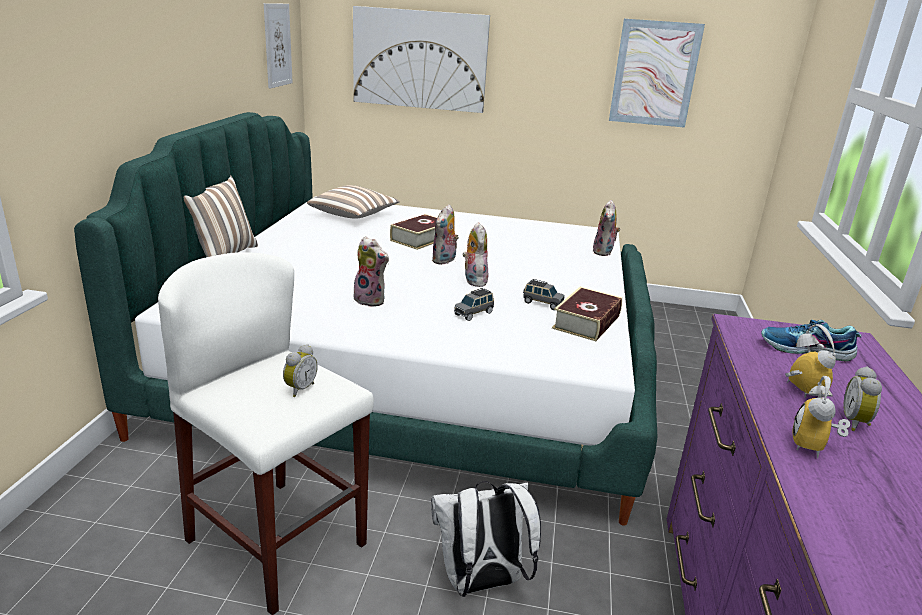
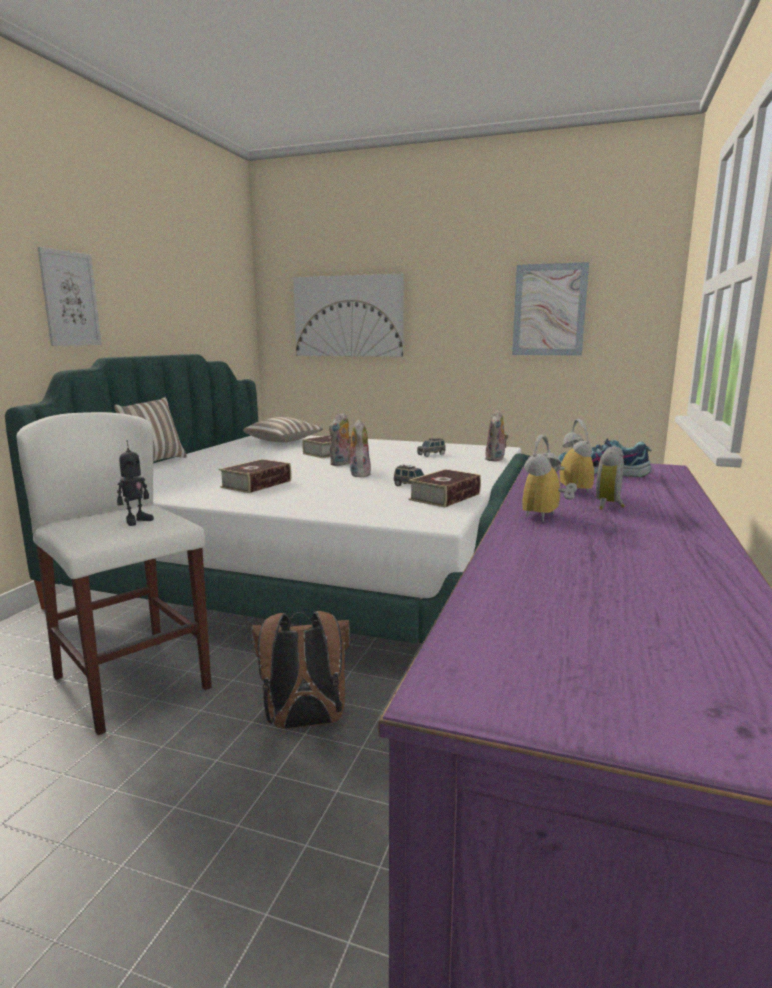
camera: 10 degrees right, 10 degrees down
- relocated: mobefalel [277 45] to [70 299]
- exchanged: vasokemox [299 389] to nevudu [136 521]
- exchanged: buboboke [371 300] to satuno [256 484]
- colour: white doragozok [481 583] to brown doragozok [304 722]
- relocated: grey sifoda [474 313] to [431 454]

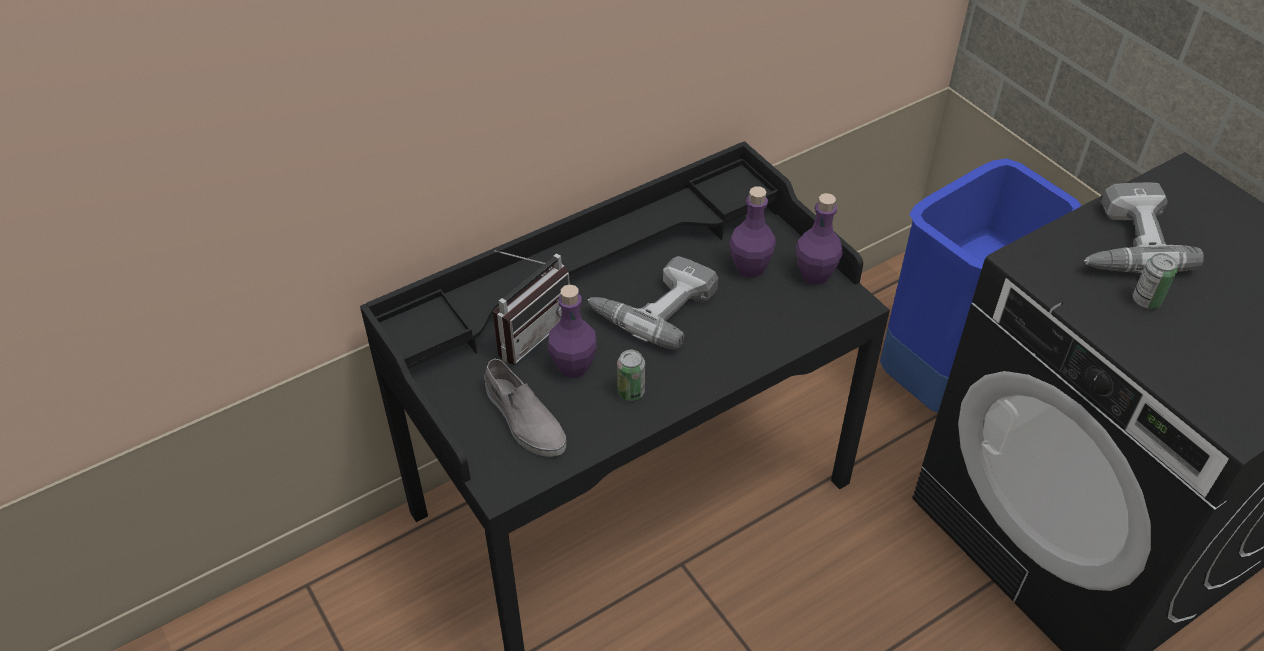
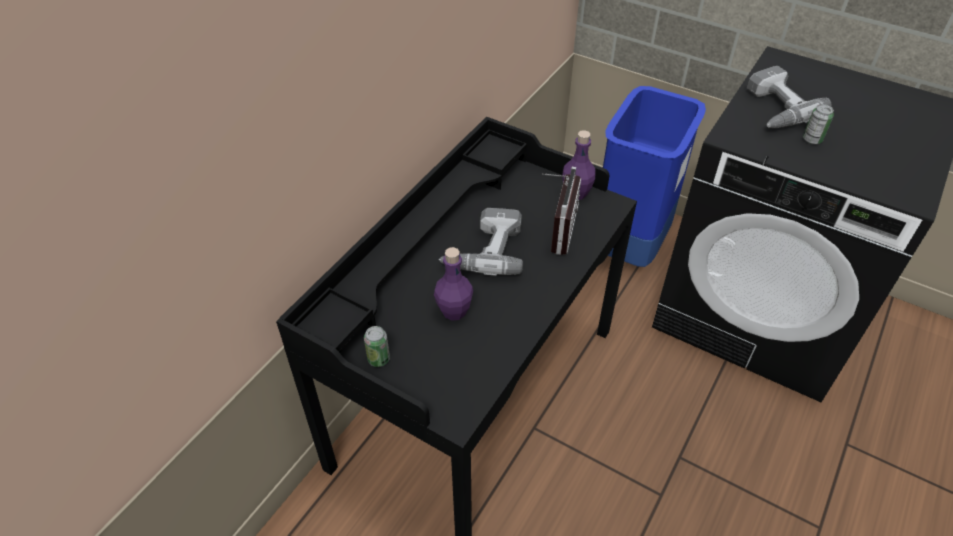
camera: 25 degrees left, 0 degrees up
- relocated: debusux [631 392] to [378 359]
- relocated: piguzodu [528 331] to [555 230]
- missing: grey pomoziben [524 419]
- missing: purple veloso [750 268]

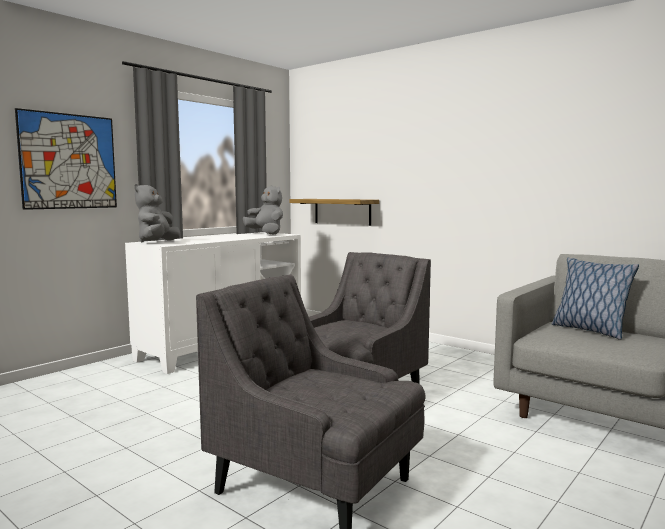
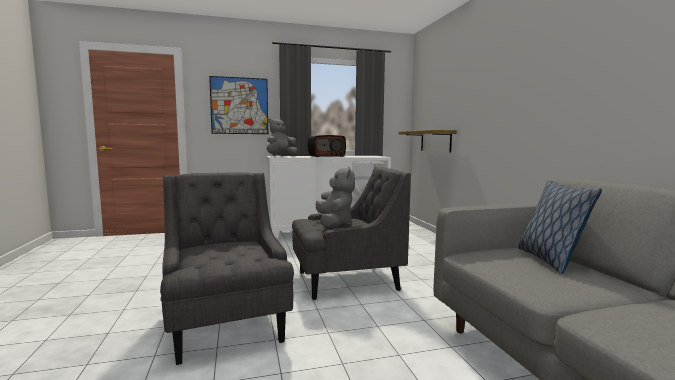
camera: 35 degrees right, 0 degrees up
- appeared: piguzodu [326 156]
- relocated: grey buboboke [266 234] to [334 224]

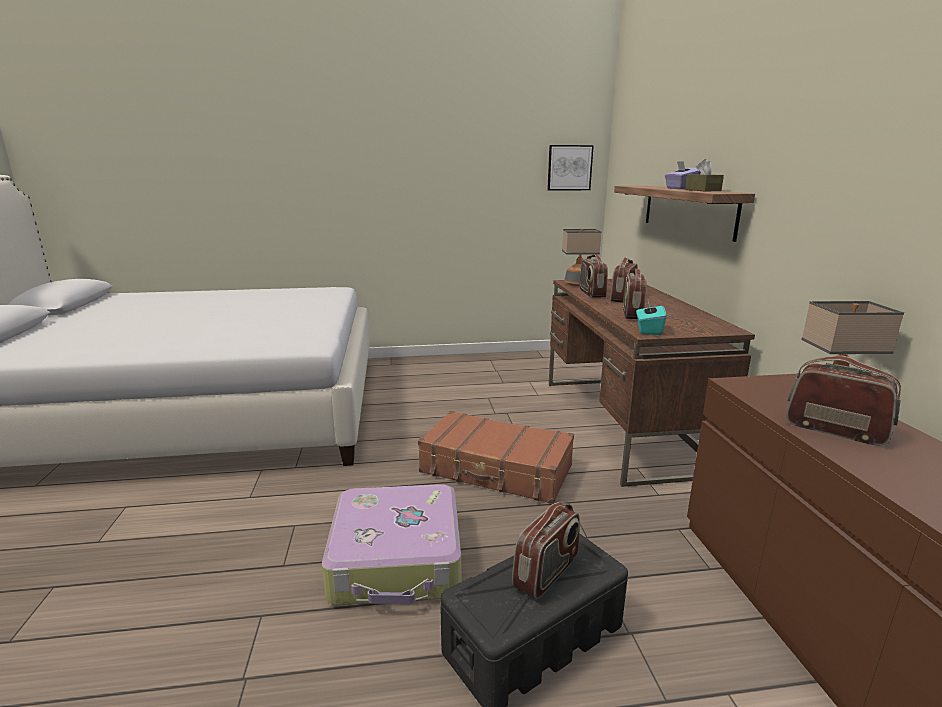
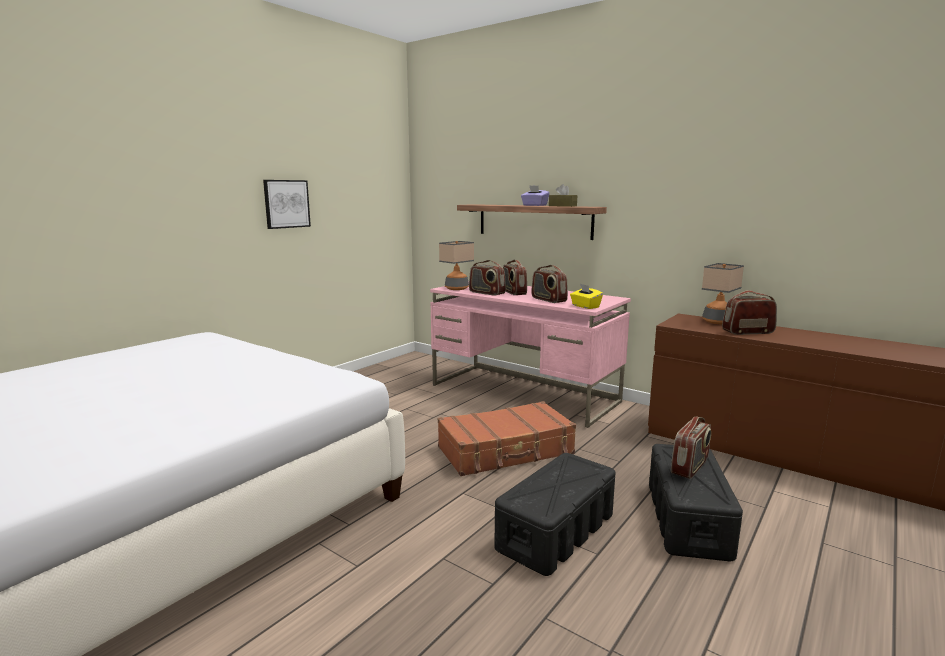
camera: 45 degrees left, 5 degrees down
- relocated: mobefalel [569 168] to [286 204]
- colour: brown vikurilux [622 424] to pink vikurilux [524 393]
- exchanged: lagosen [398 560] to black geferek [556 531]
- colour: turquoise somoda [648 330] to yellow somoda [585 306]
- spun: piguzodu [547 573] = [690 467] 45 degrees clockwise

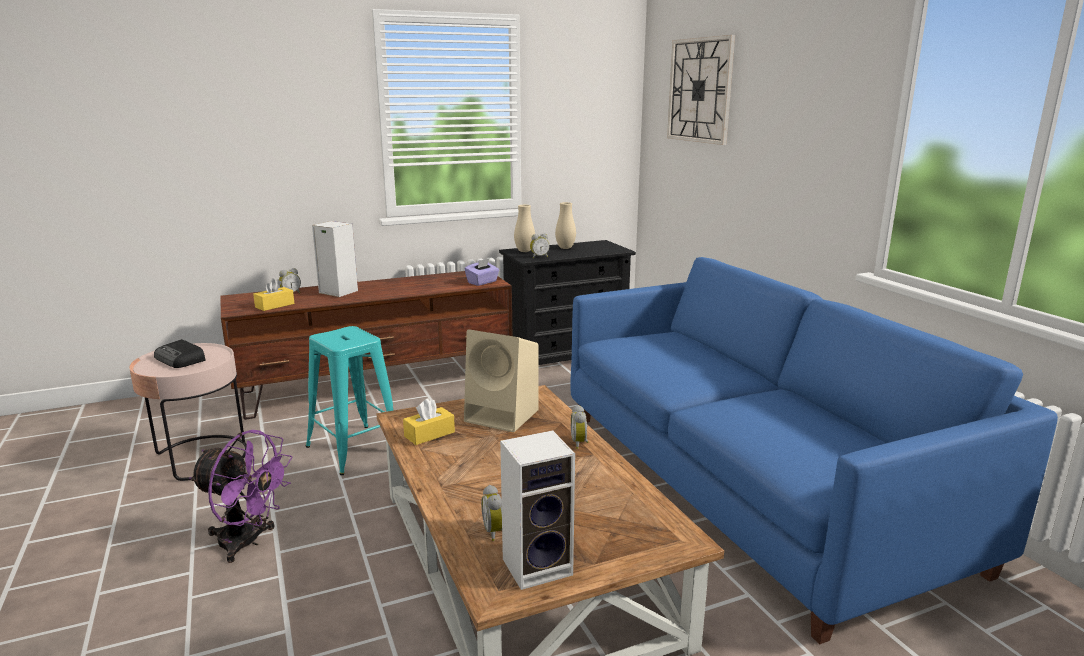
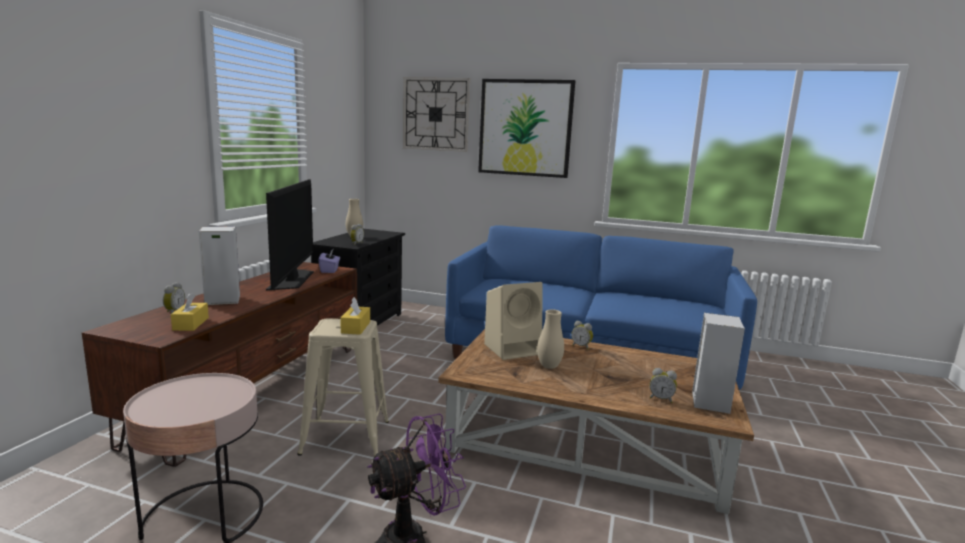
camera: 50 degrees left, 5 degrees down
- appeared: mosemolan [292 279]
- colour: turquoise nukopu [355 449] to beige nukopu [346 437]
- relocated: yellow somoda [429 434] to [355 327]
- appeared: mobefalel [525 128]
- relocated: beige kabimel [524 251] to [549 366]
- missing: piguzodu [180 359]

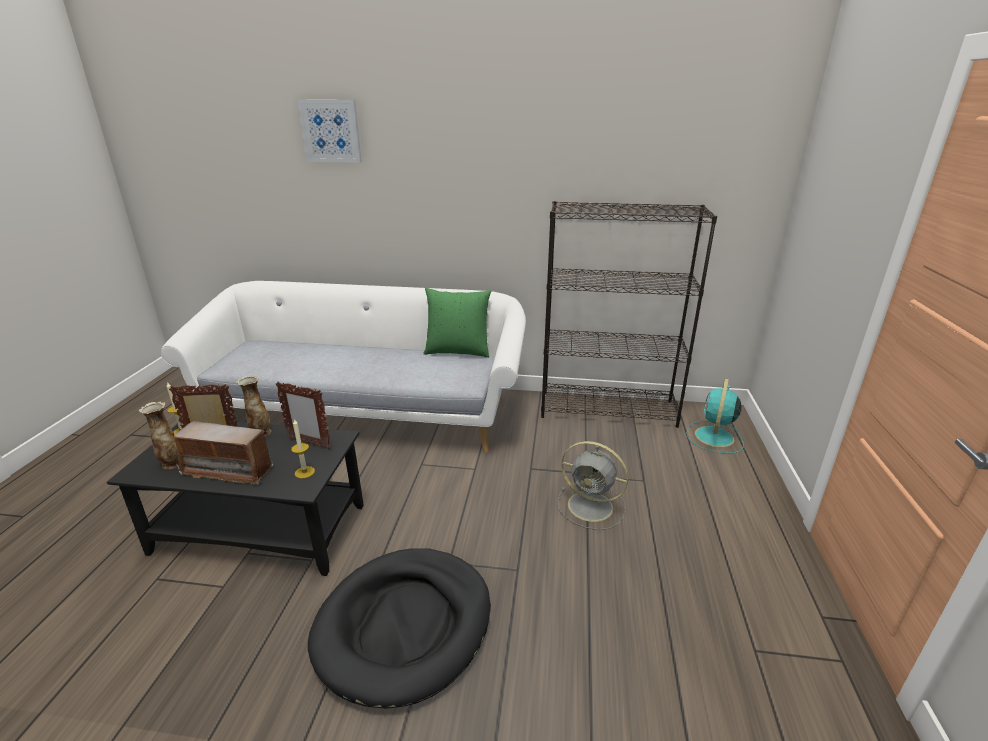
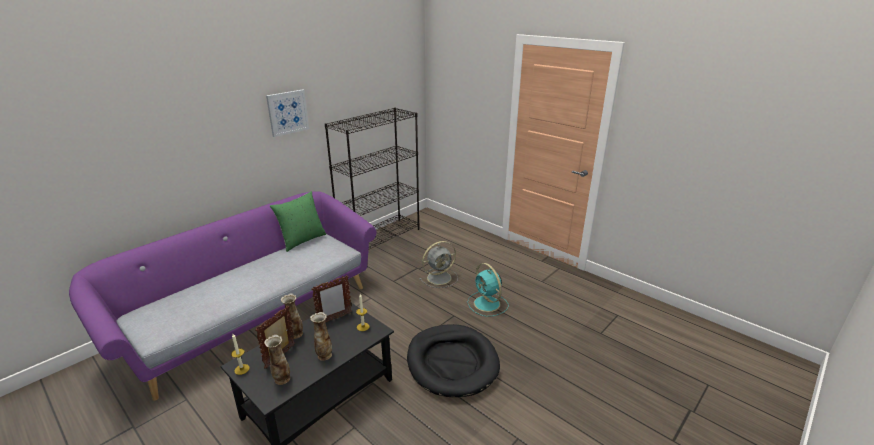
camera: 55 degrees left, 0 degrees up
- colour: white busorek [365 412] to purple busorek [253 316]
- relocated: mobefalel [331 131] to [287 112]
- exchanged: piguzodu [229 470] to kabimel [324 355]
- relocated: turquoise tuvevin [714 437] to [487 304]

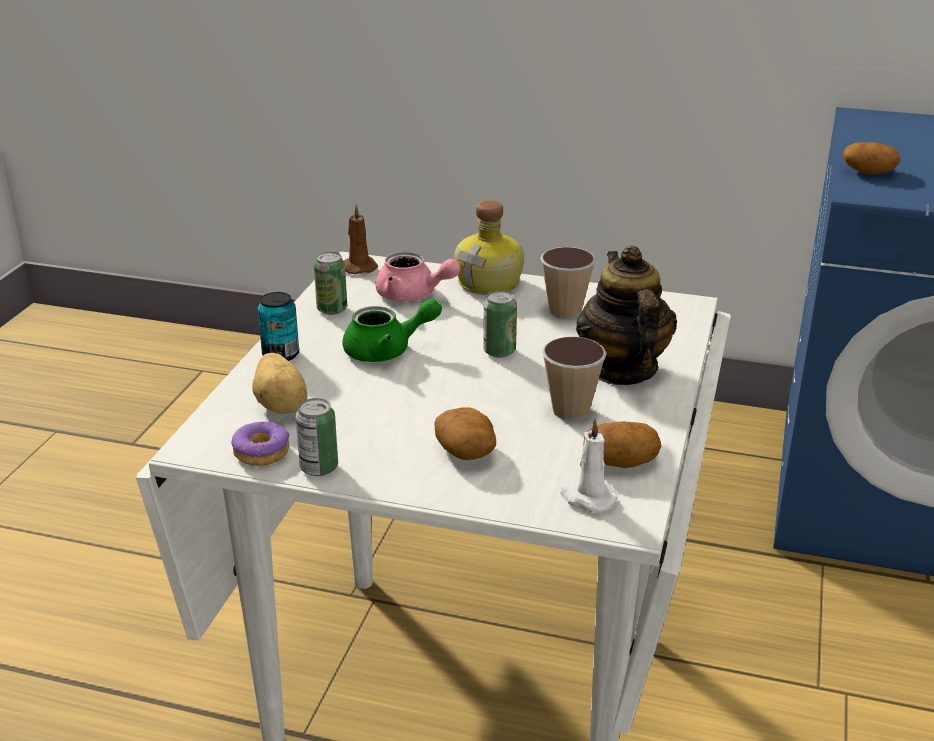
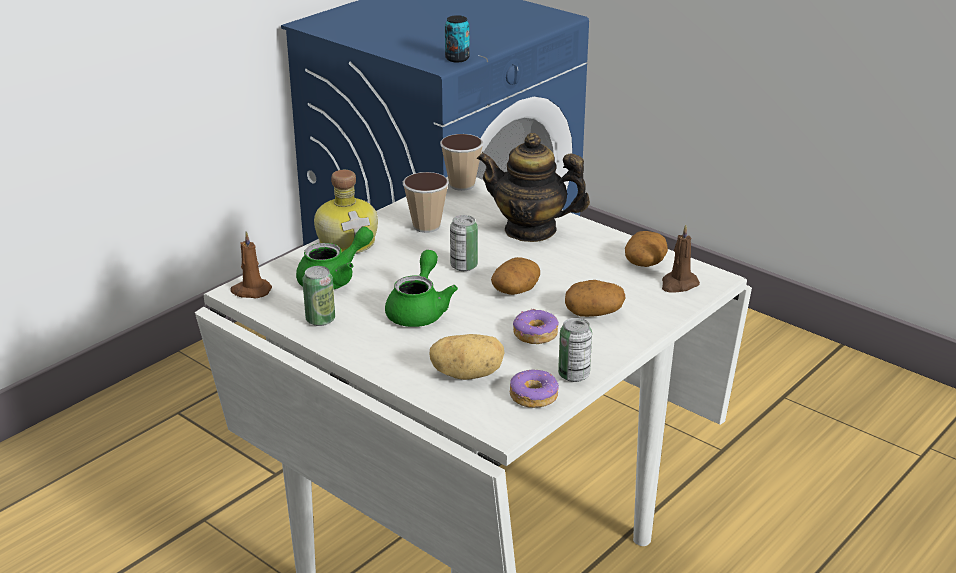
camera: 65 degrees left, 0 degrees up
- colour: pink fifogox [413 295] to green fifogox [334 279]
- relocated: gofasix [571 410] to [462 185]
- relocated: debusux [281 355] to [457 59]
- relocated: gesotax [868 172] to [515 290]
- appeared: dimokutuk [535 334]
- colour: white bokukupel [587 498] to brown bokukupel [678 284]

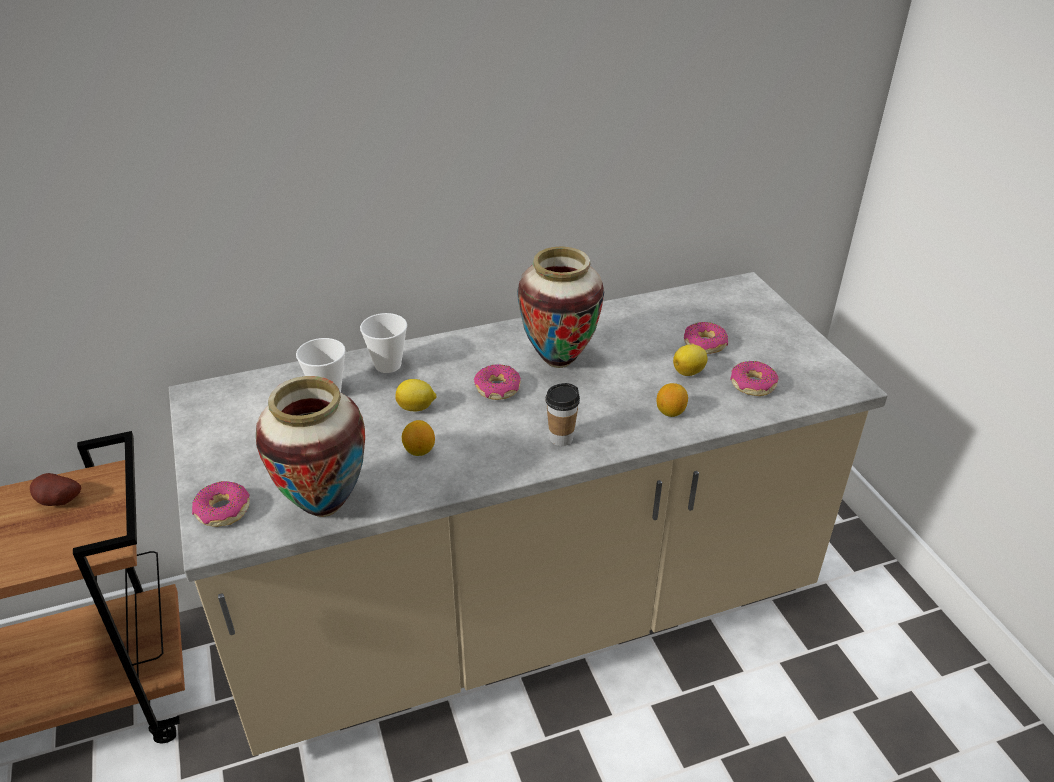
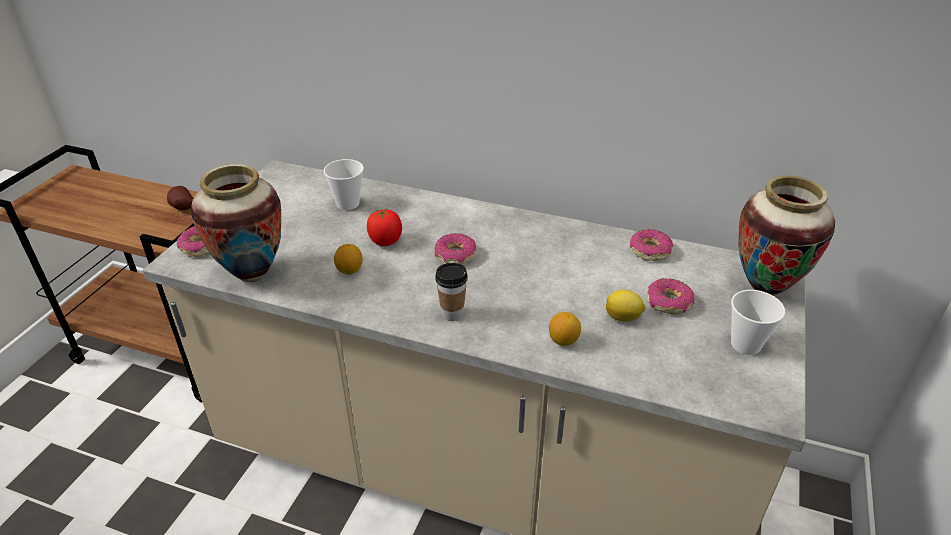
camera: 40 degrees right, 0 degrees up
- exchanged: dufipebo [416 408] to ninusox [386 241]
- relocated: dimokutuk [752 385] to [649 251]
- relocated: gofasix [388 365] to [745 344]
- relocated: kabimel [558 360] to [765 287]

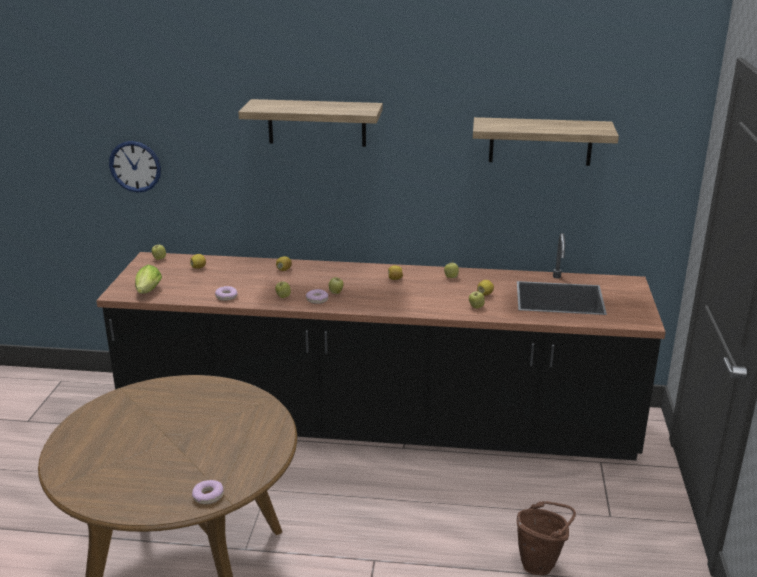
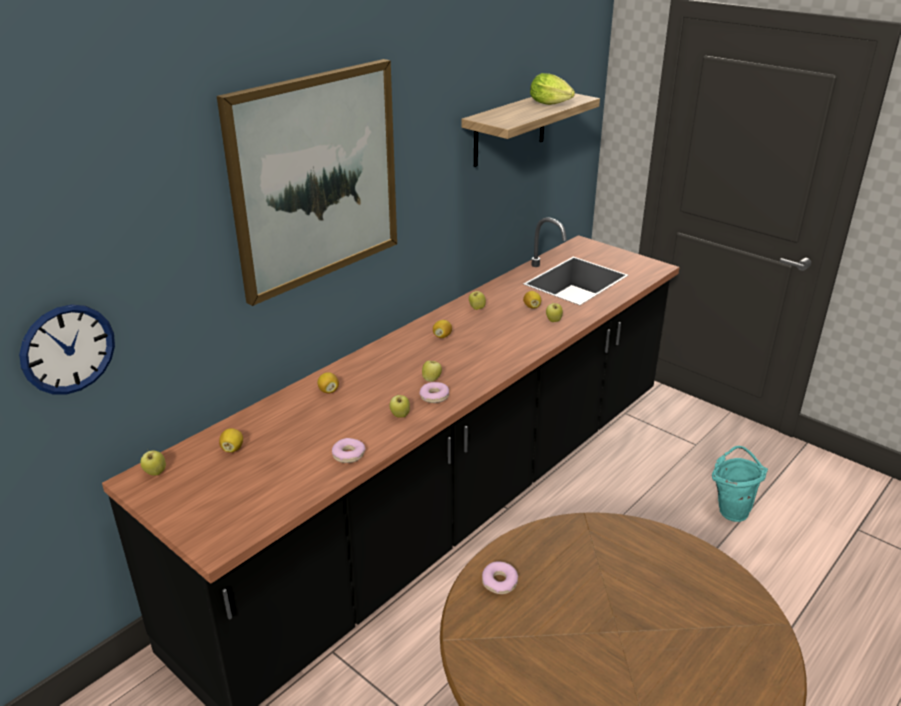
camera: 55 degrees left, 5 degrees up
- exchanged: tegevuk [316 123] to mobefalel [315 179]
- relocated: dimokutuk [208 496] to [499 582]
- relocated: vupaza [147 292] to [552 104]
- colour: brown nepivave [541 563] to turquoise nepivave [731 509]

